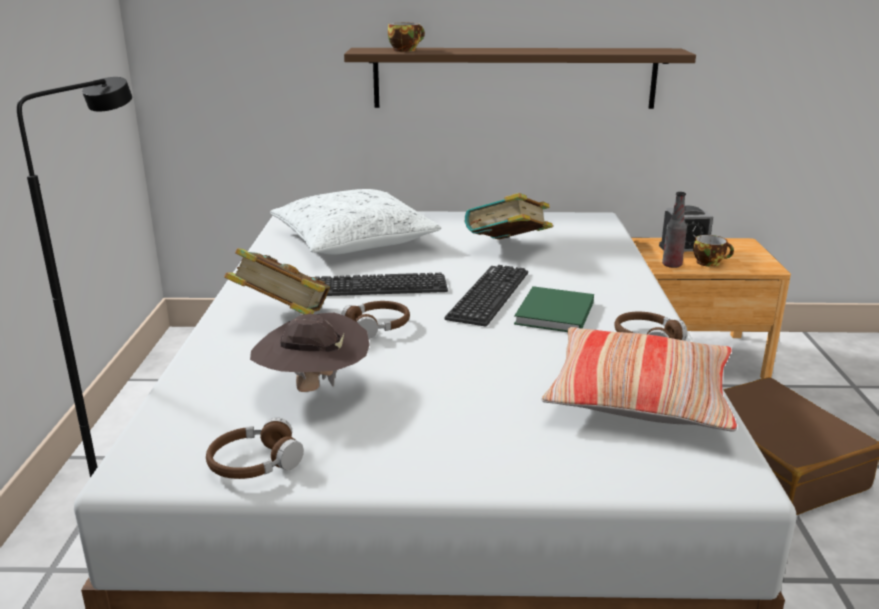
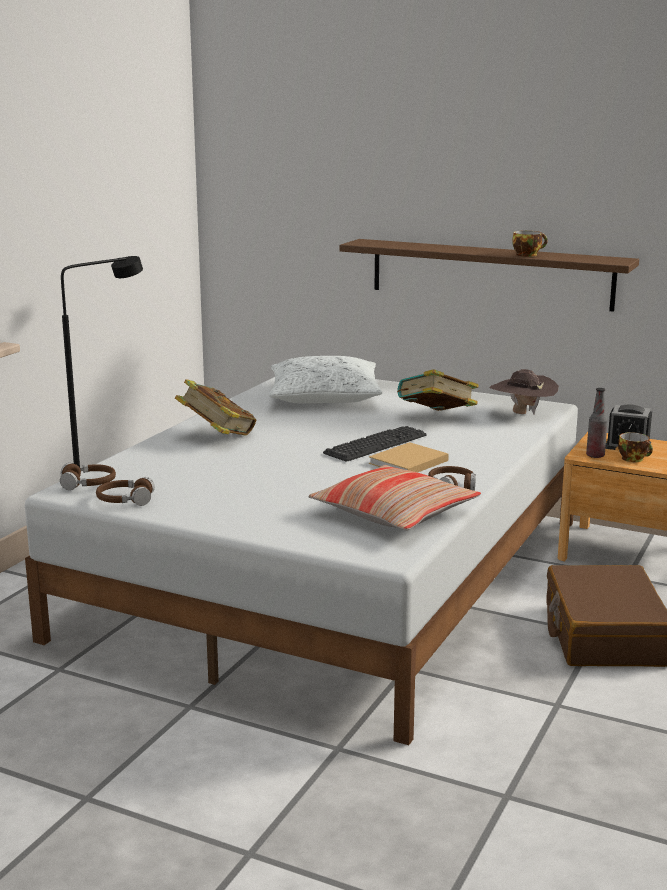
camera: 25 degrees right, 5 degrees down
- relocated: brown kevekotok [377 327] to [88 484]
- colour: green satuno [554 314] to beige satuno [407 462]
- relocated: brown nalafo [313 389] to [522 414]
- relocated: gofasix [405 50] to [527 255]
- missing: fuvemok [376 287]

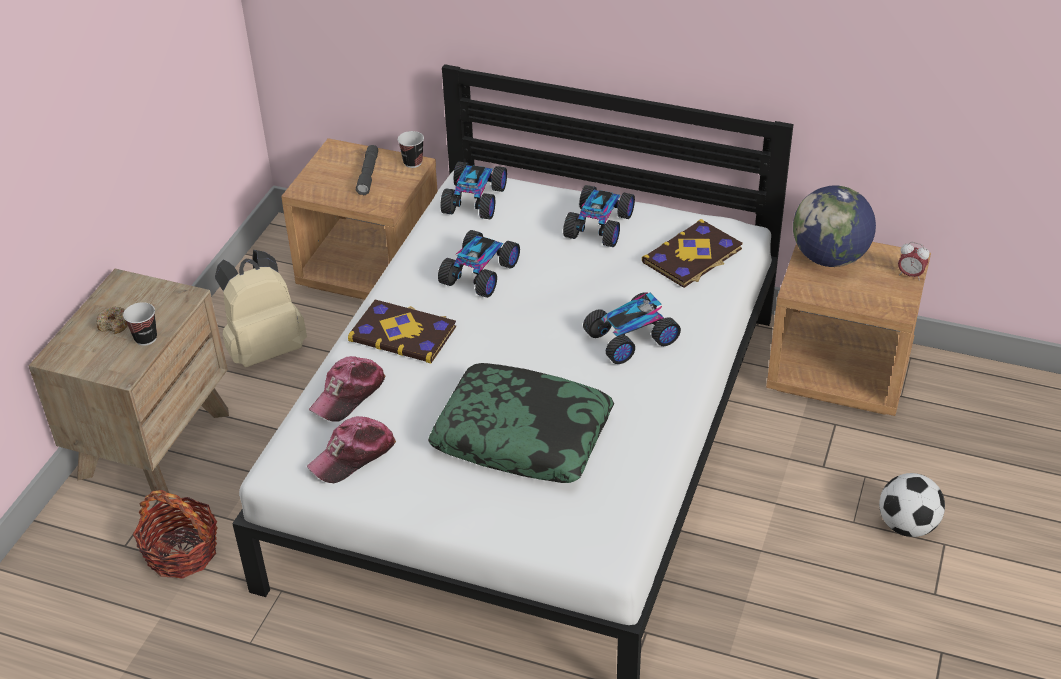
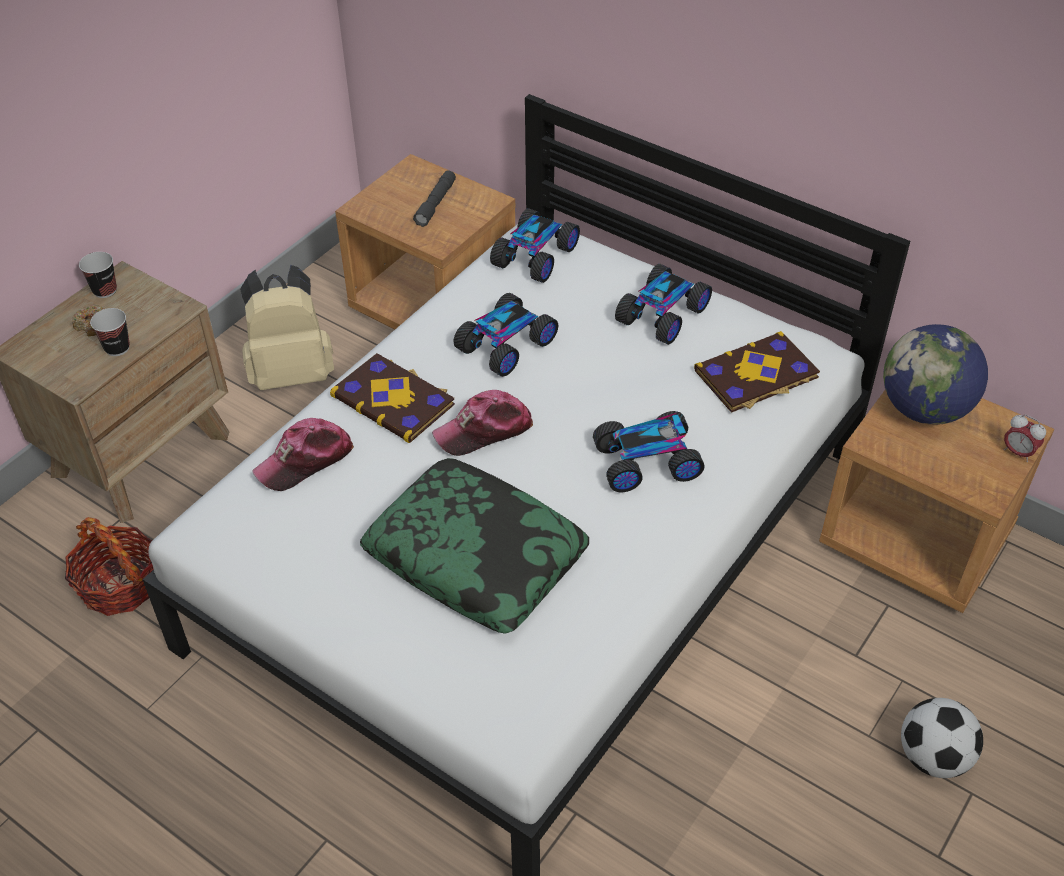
camera: 15 degrees right, 5 degrees up
- relocated: gofasix [413 162] to [105 290]
- relocated: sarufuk [353 455] to [484 430]

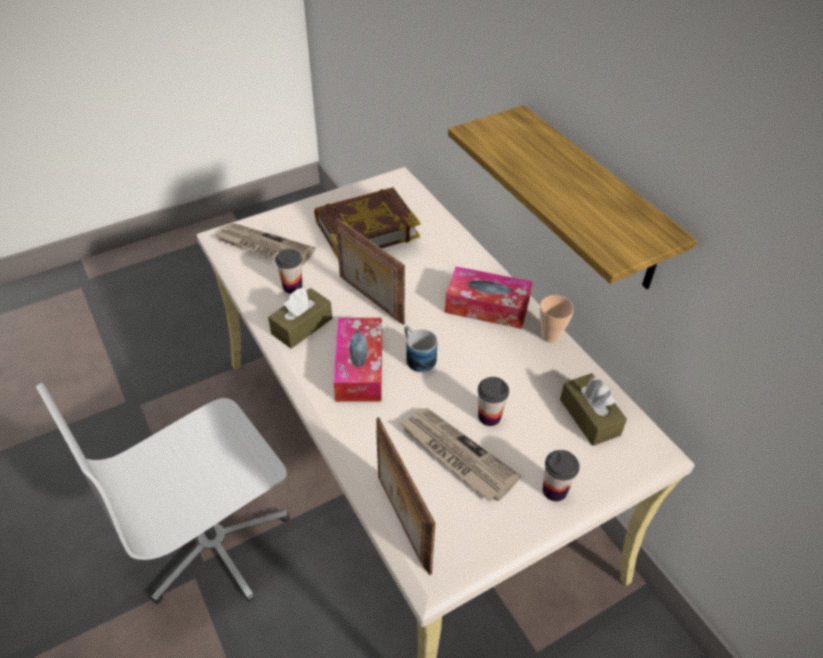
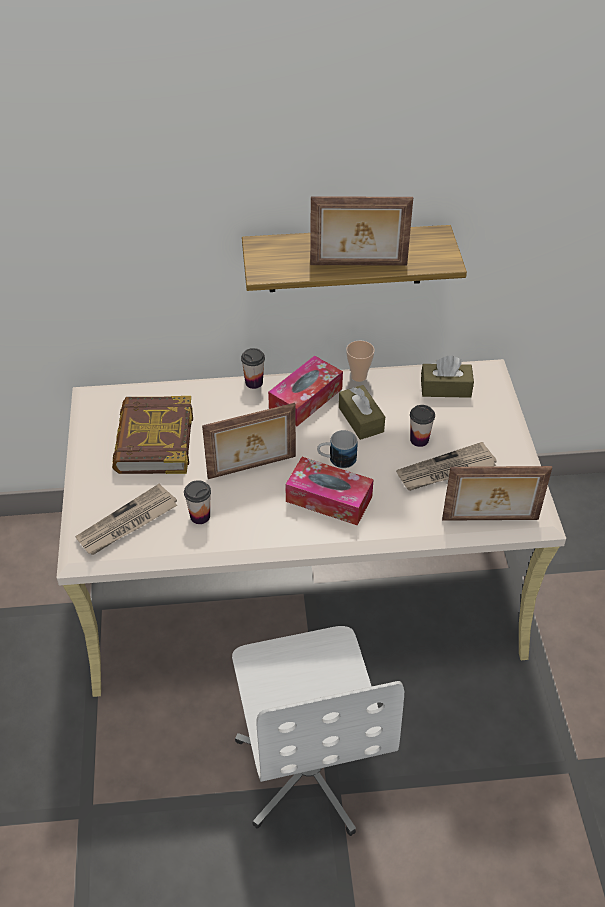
camera: 65 degrees left, 0 degrees up
- relocated: gofasix [554 490] to [254 382]
- appeared: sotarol [358 265]
- relocated: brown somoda [302 326] to [361 419]

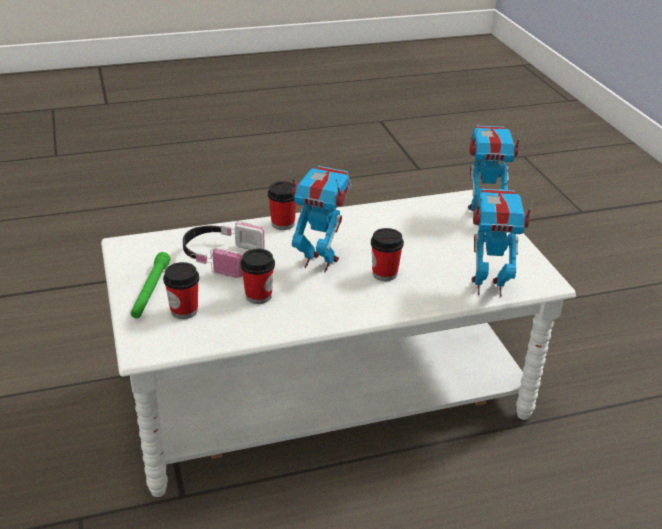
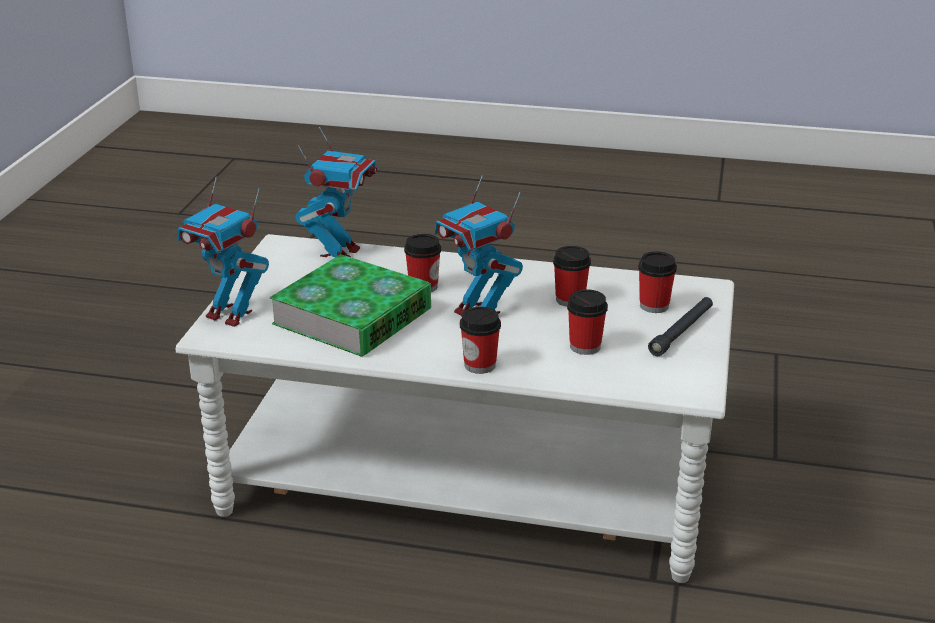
camera: 150 degrees left, 5 degrees down
- appeared: satuno [352 316]
- spun: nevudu [488 287] = [340 253] 105 degrees counterclockwise
- exchanged: kevekotok [220 257] to gofasix [585 346]
- colour: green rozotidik [150 291] to black rozotidik [682 332]

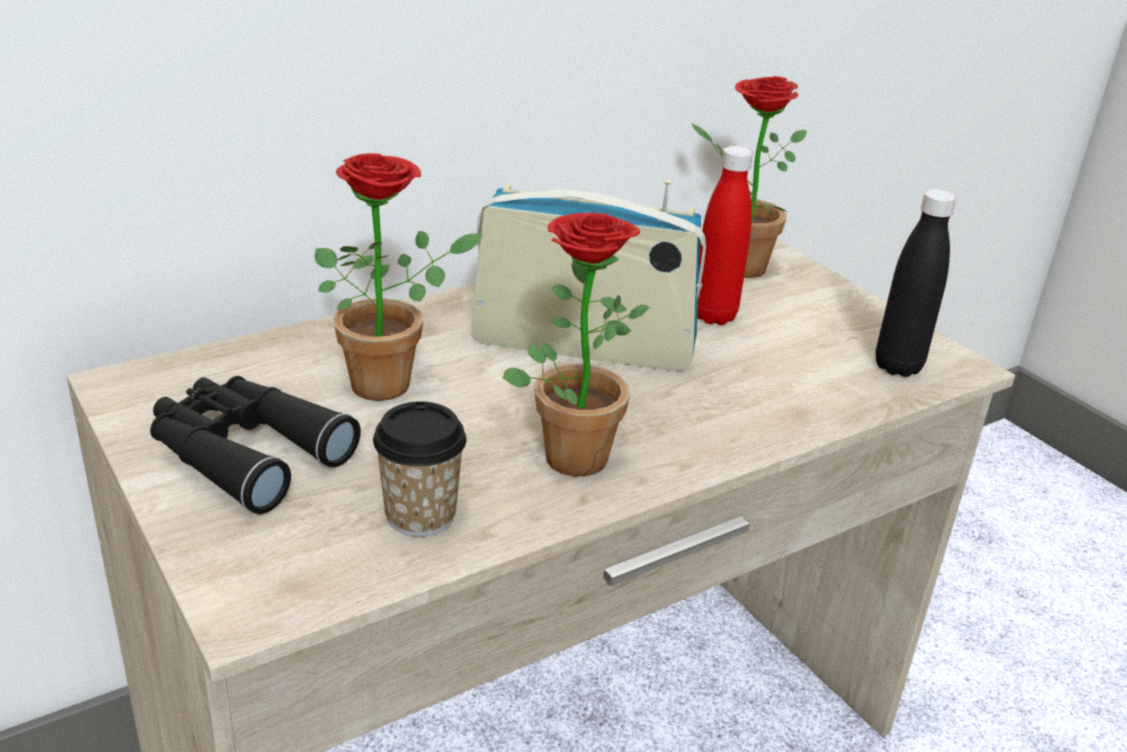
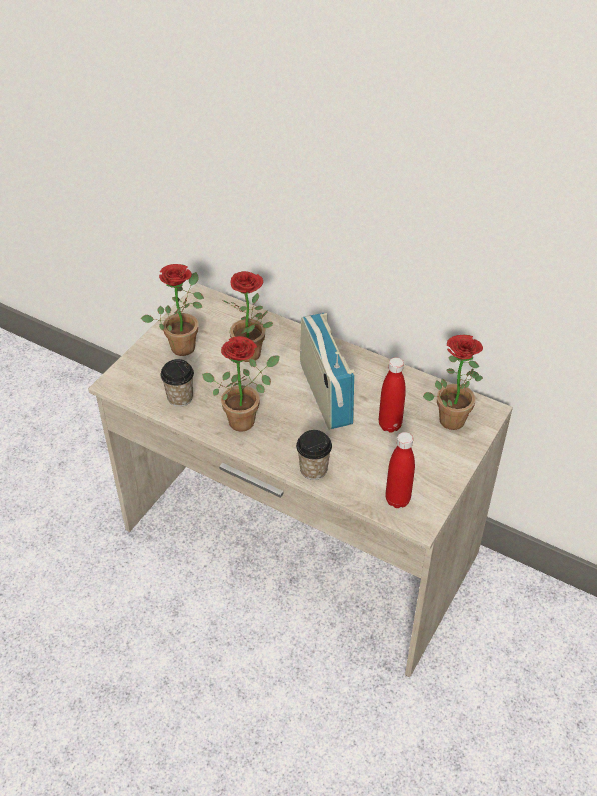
camera: 65 degrees right, 15 degrees up
- exchanged: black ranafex [245 453] to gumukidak [183 344]
- appeared: gofasix [313 469]
- colour: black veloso [897 366] to red veloso [397 500]

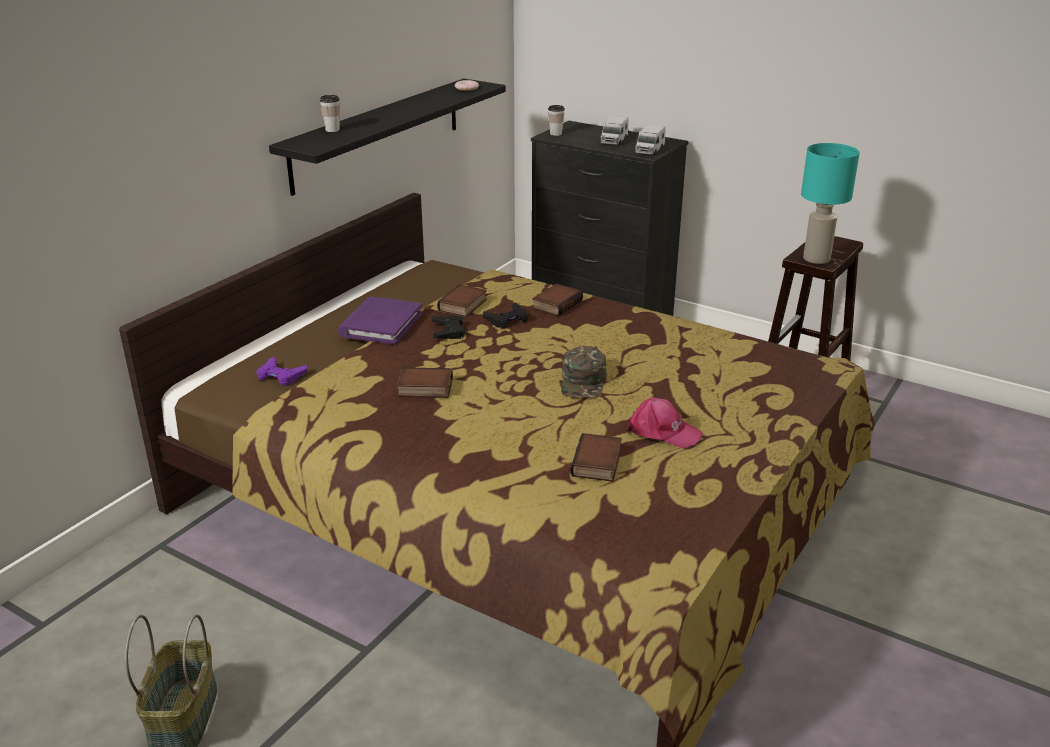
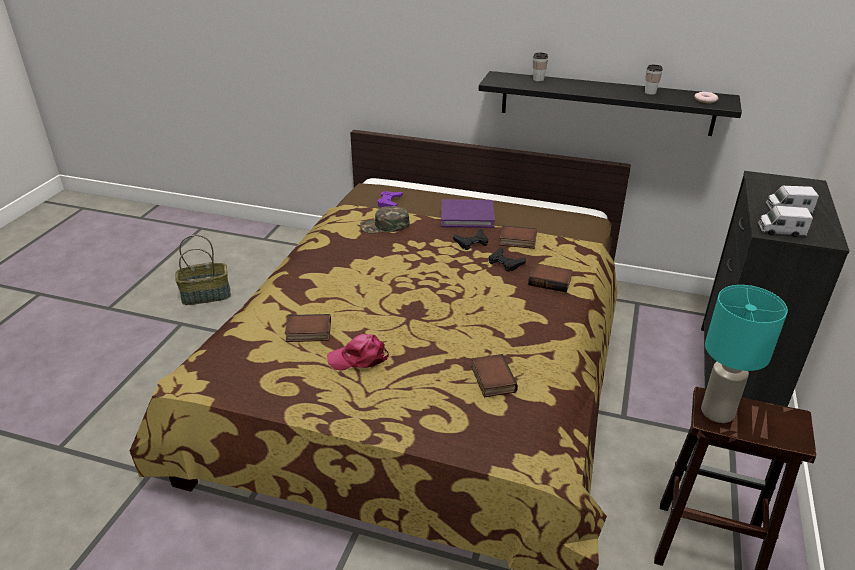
camera: 75 degrees right, 5 degrees up
- spun: pink sarufuk [662 432] = [359 358] 75 degrees clockwise
- relocated: green sarufuk [583 381] to [384 226]
- relocated: satuno [424 389] to [491 379]
- relocated: gofasix [556 134] to [650 92]

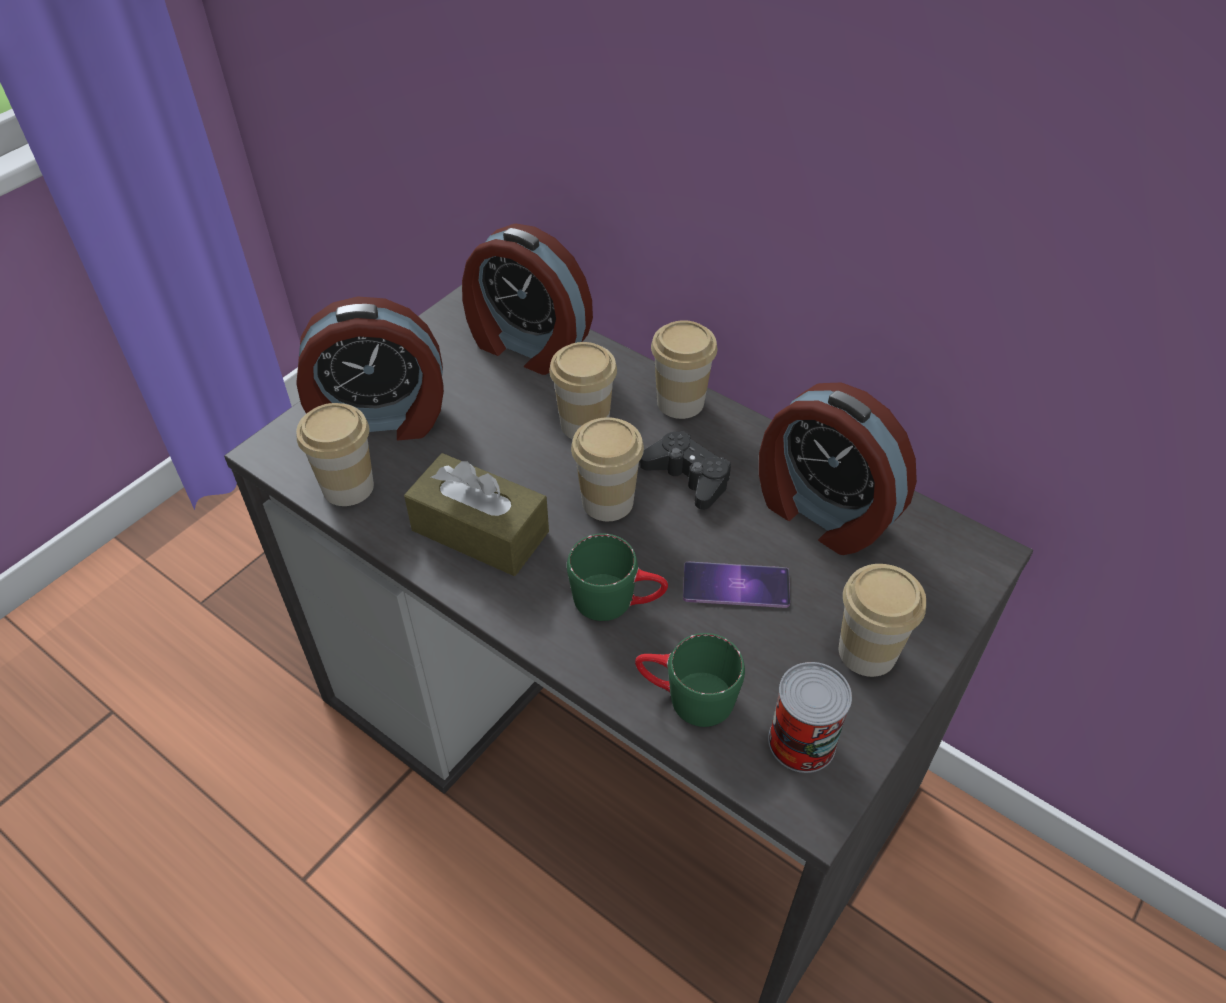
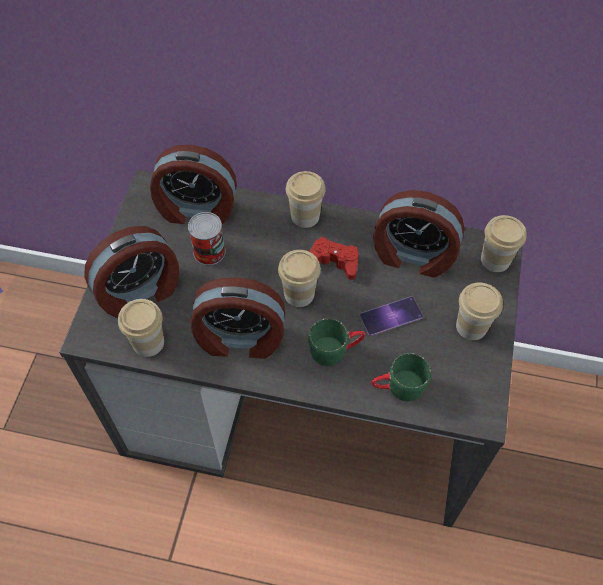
camera: 25 degrees left, 10 degrees up
- relocated: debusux [802 742] to [209 251]
- exchanged: brown somoda [480 531] to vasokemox [240 339]
- colour: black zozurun [688 476] to red zozurun [333 261]
- relocated: gofasix [584 424] to [495 260]

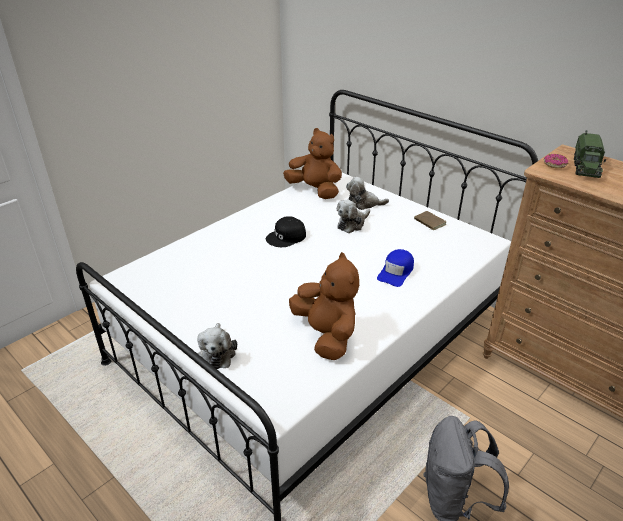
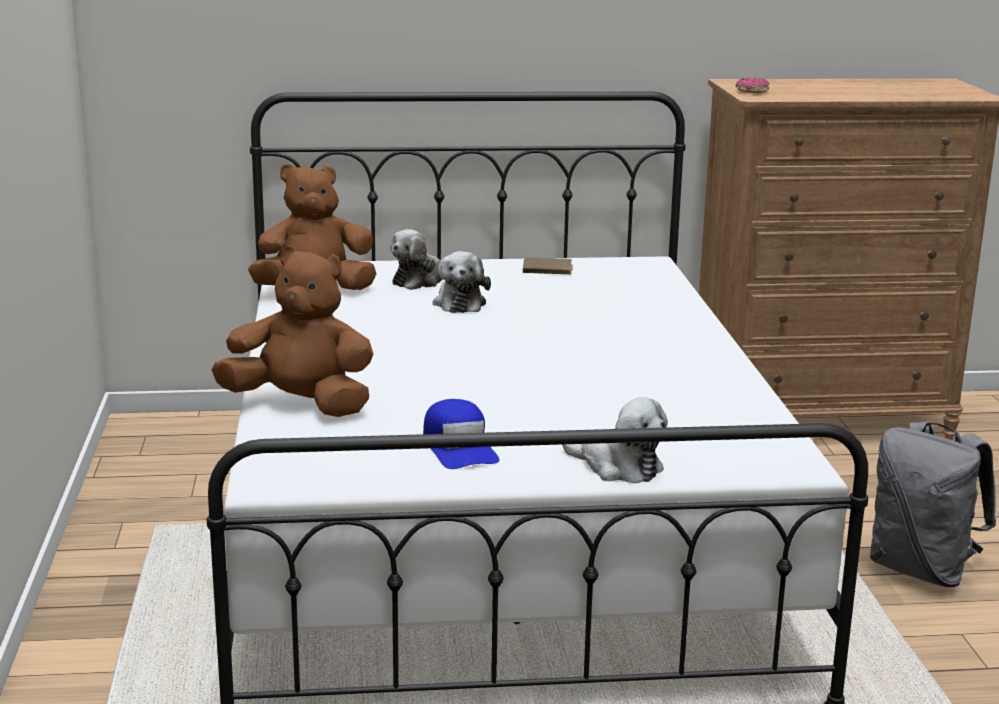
camera: 50 degrees left, 15 degrees down
- relocated: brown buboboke [326 335] to [301 405]
- relocated: blue sarufuk [396 272] to [459 447]
- missing: black sarufuk [286 237]
- missing: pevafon [586 168]

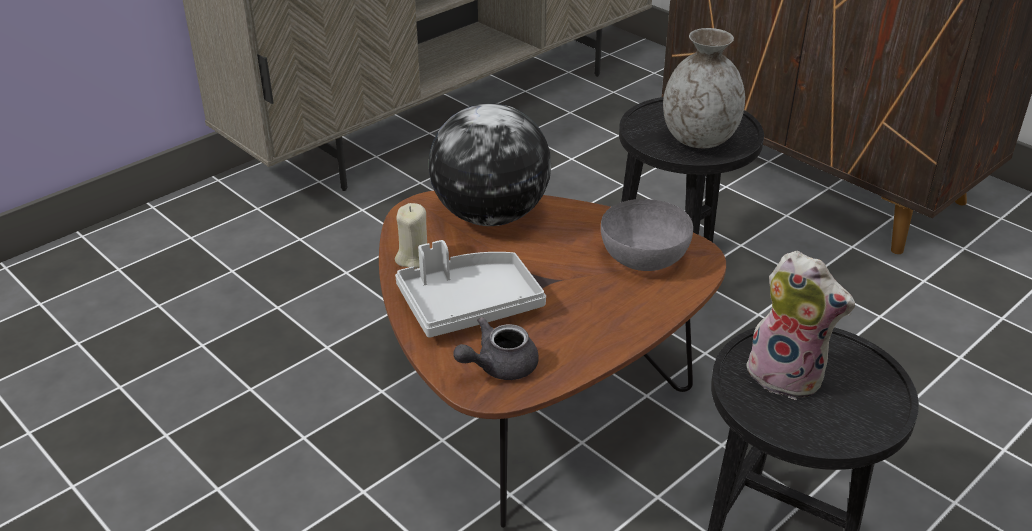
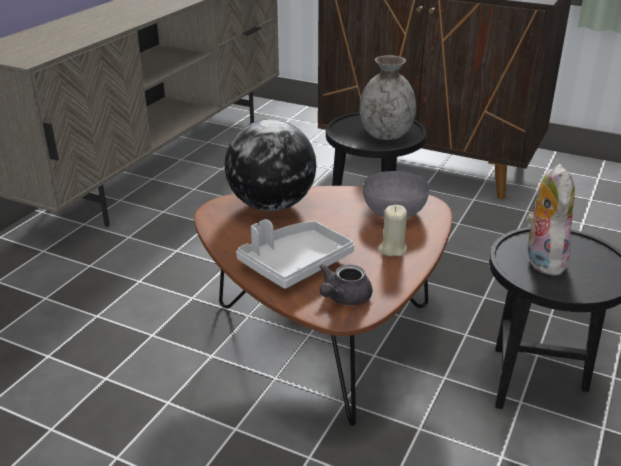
camera: 20 degrees left, 5 degrees down
- relocated: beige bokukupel [413 258] to [392 249]
- spun: buboboke [788 375] = [541 260] 105 degrees counterclockwise

